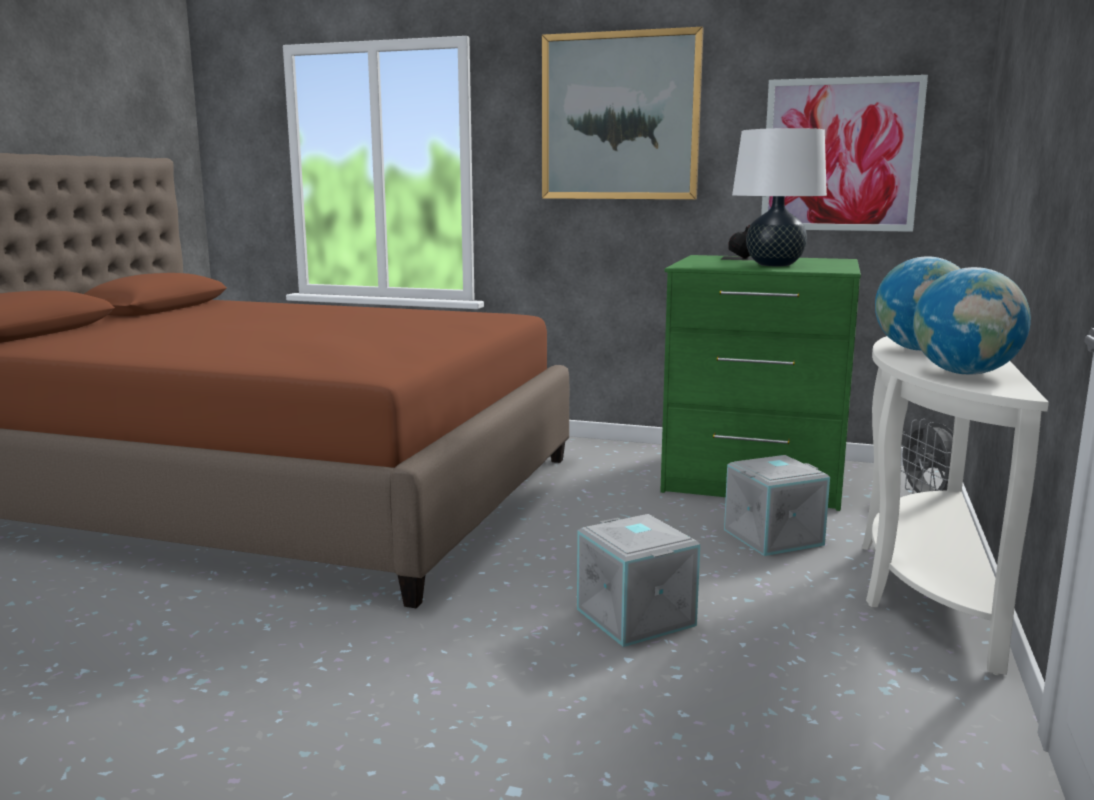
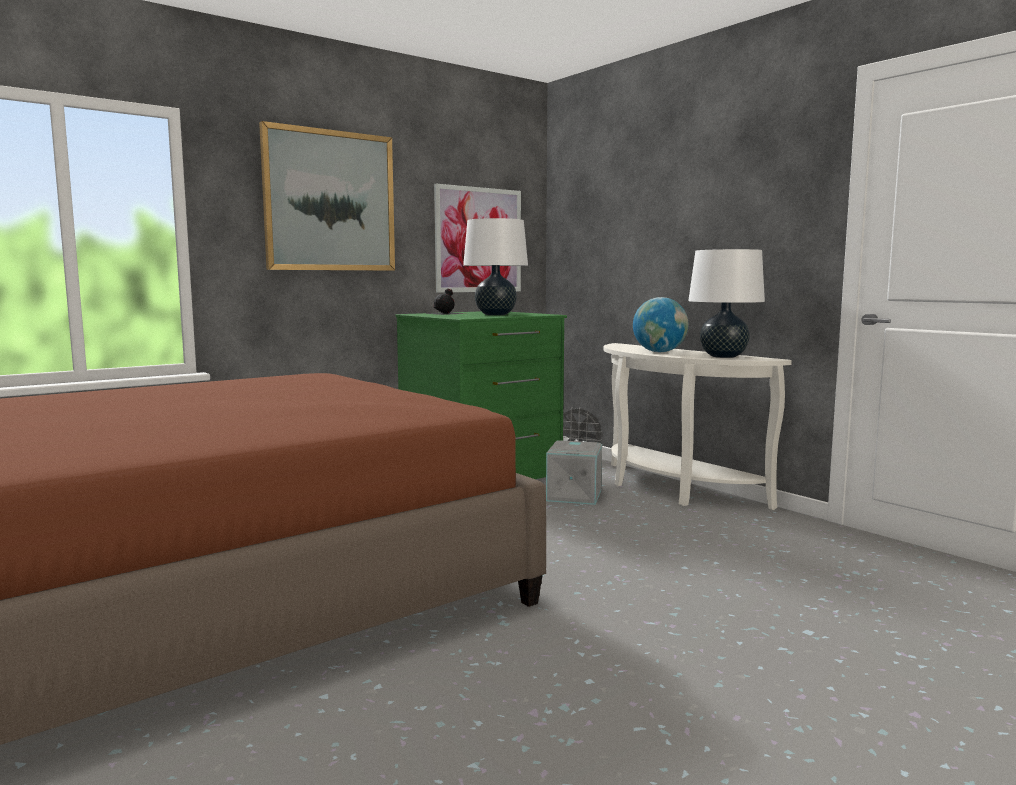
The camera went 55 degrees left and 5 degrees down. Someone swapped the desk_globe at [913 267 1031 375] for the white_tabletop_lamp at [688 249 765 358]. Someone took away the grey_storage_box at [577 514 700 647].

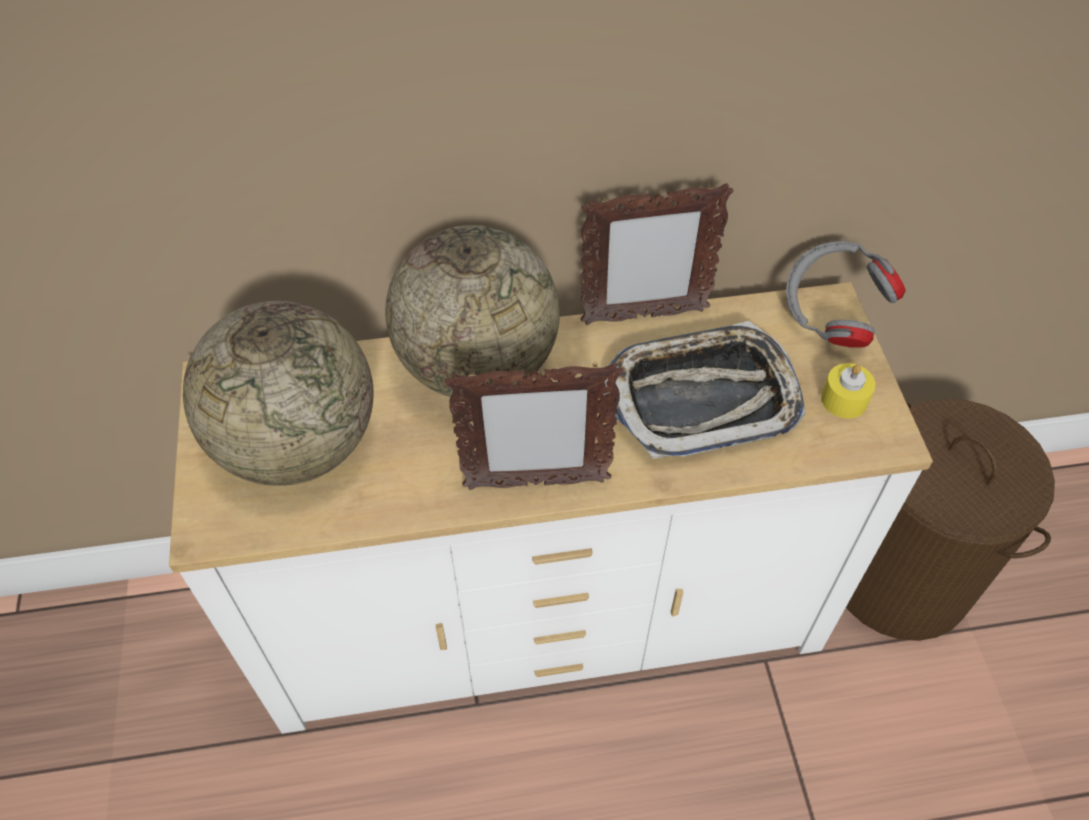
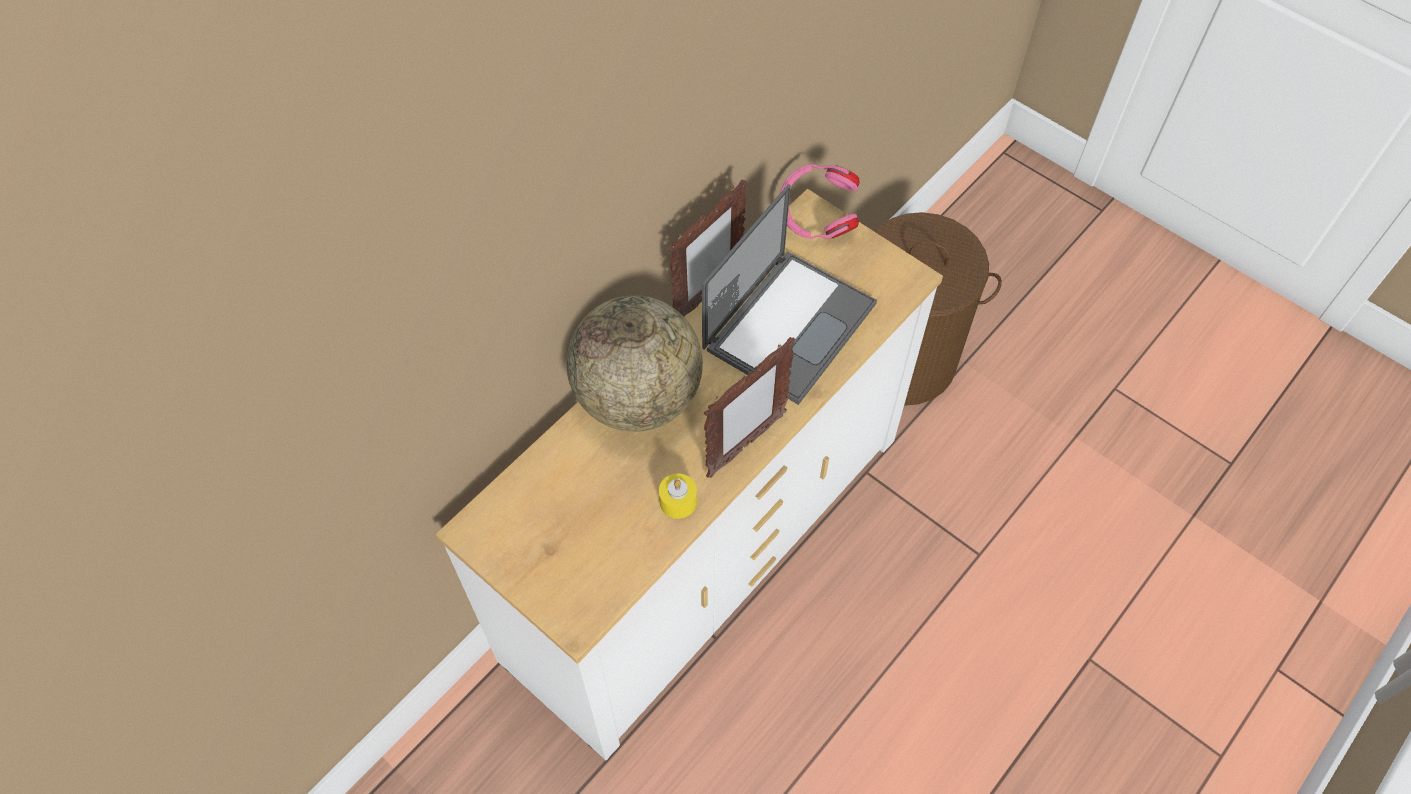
The camera went 40 degrees left and 5 degrees up. Someone carried the yellowish_wax_candle from [821 363 876 419] to [659 474 697 519]. Someone swapped the serving_tray at [604 321 805 459] for the laptop at [702 184 877 405]. Someone repainted the grey_headset at [786 241 906 348], which became the pink_headset at [780 164 860 239]. Someone took away the desk_globe at [183 301 374 486].

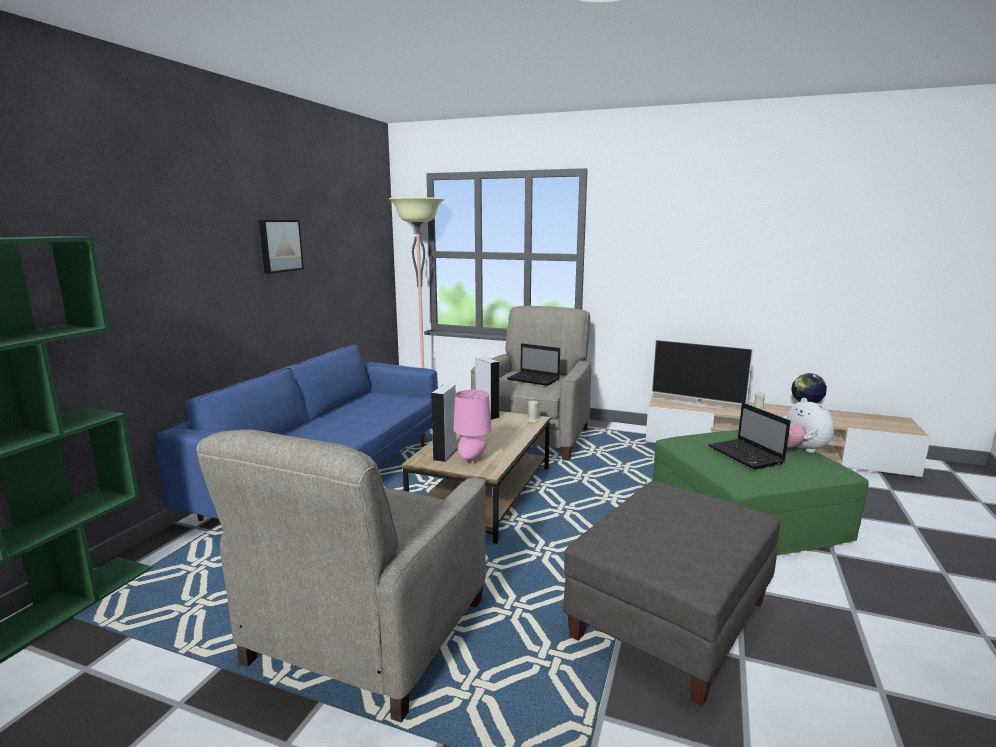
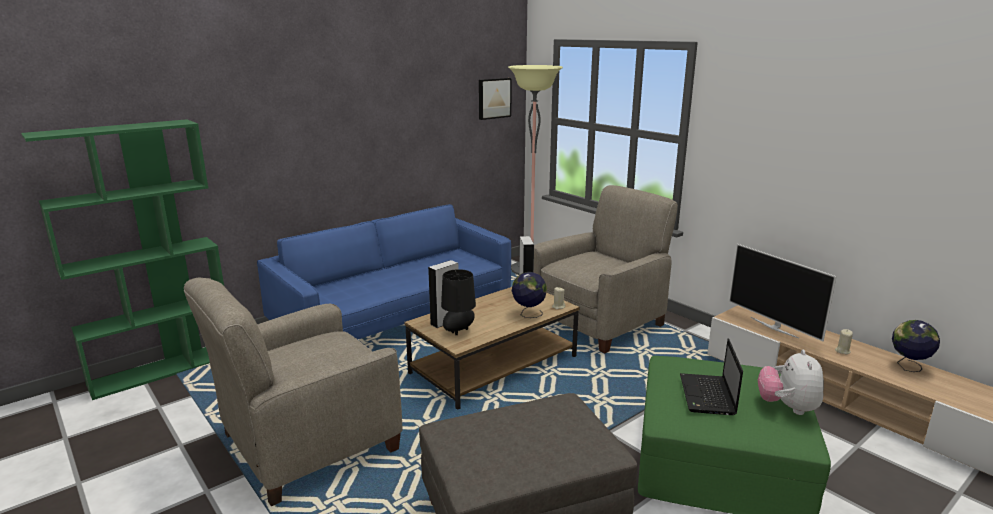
The camera went 30 degrees right and 5 degrees up. Someone repainted the pink_tabletop_lamp at [453 390 492 463], which became the black-coloured_tabletop_lamp at [441 269 476 335]. Someone carried the wall_art from [259 220 304 274] to [479 78 512 120]. Someone put down the desk_globe at [512 272 547 318]. Someone took away the laptop at [507 343 560 386].

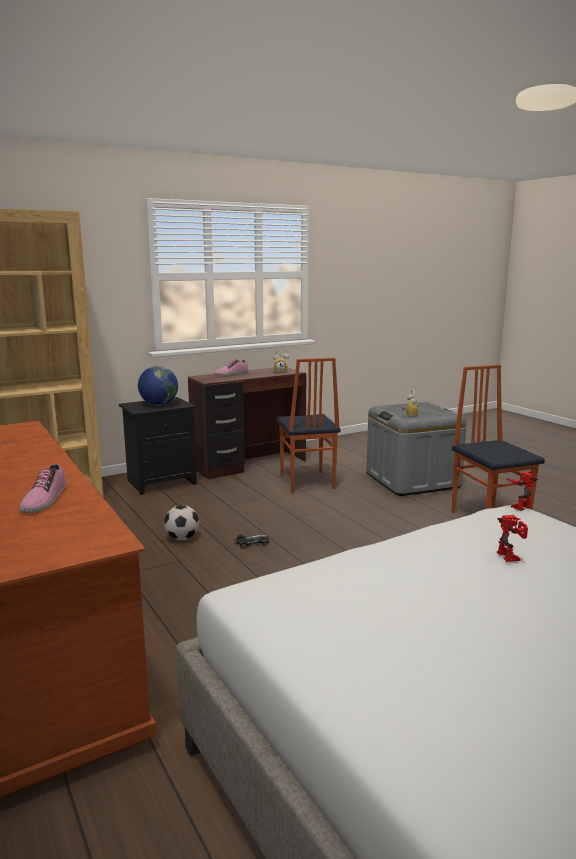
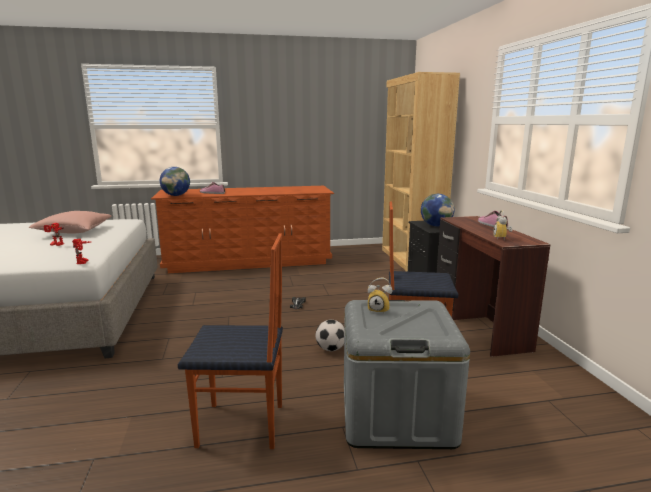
The camera went 110 degrees right and 0 degrees up. Someone put down the pink_throw_pillow at [29 211 111 233]. Someone put down the desk_globe at [160 167 190 196]. Someone carried the ball_for_football from [164 505 199 540] to [315 320 344 351].

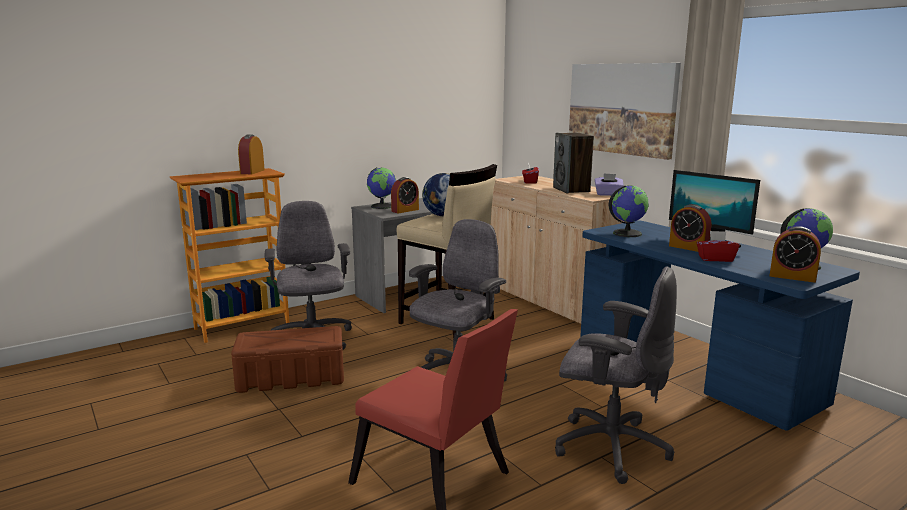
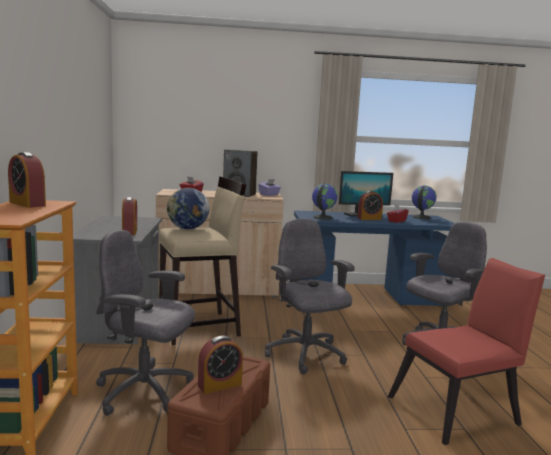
The camera went 60 degrees left and 5 degrees down. Someone carried the table_clock from [770 226 821 283] to [198 336 243 394]. Someone took away the desk_globe at [367 167 396 209]. Someone took away the wall_art at [569 63 681 160].

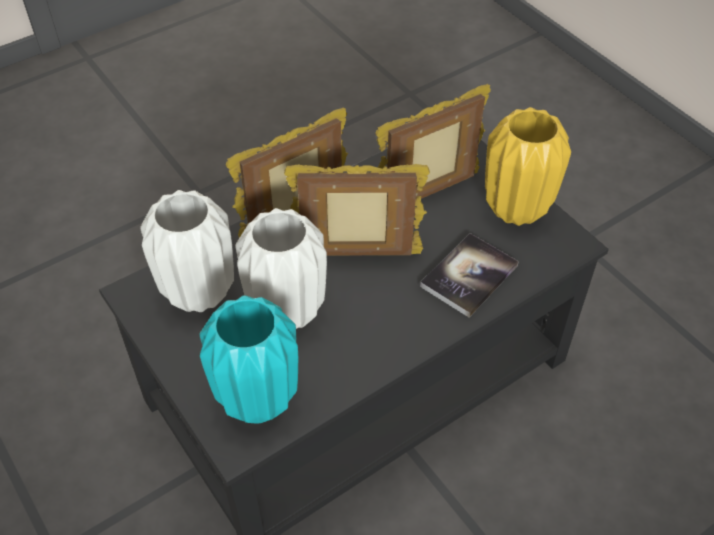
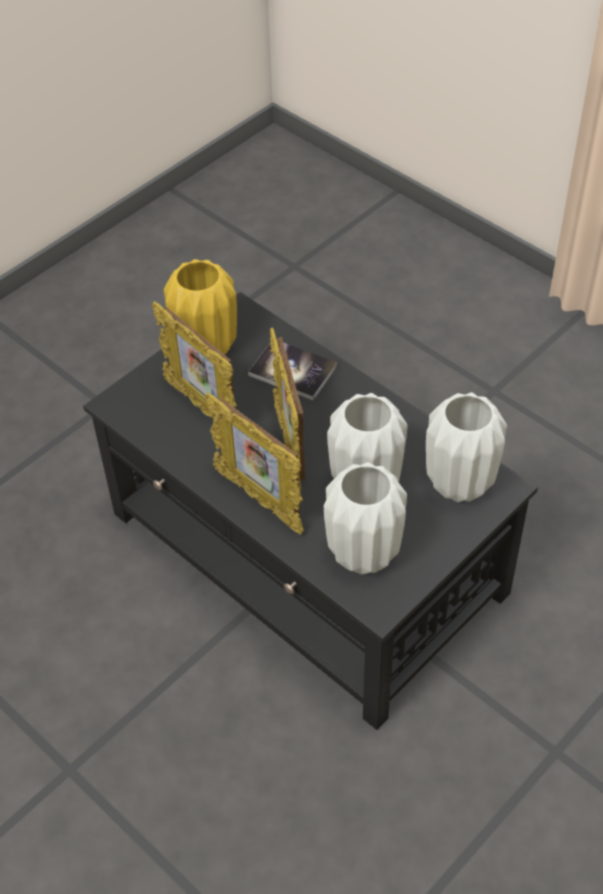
The camera went 100 degrees left and 0 degrees up. Someone repainted the turquoise-coloured_flower_vase at [199 295 298 424], which became the white_flower_vase at [426 392 507 502].

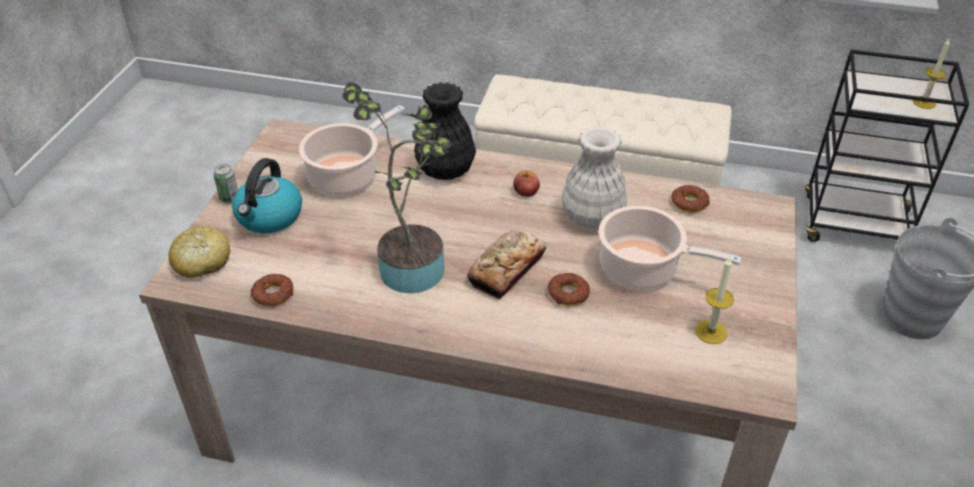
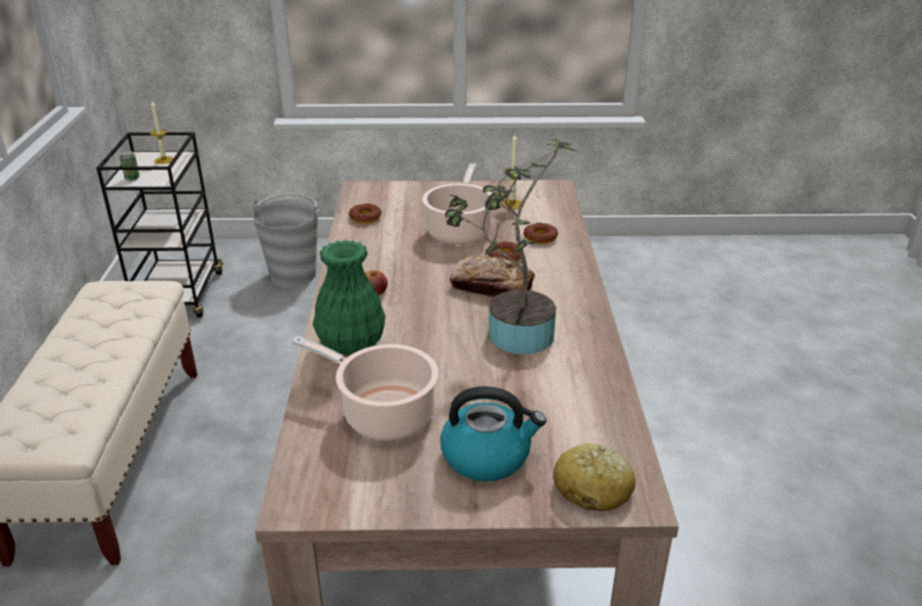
The camera went 105 degrees left and 10 degrees down. Someone carried the metal_can from [213 164 238 203] to [120 151 140 181]. Someone repainted the black-coloured_flower_vase at [414 82 476 180], which became the green_flower_vase at [313 240 385 355]. Someone carried the ring_doughnut from [251 274 293 307] to [523 223 558 244]. Someone took away the white_flower_vase at [561 126 627 229].

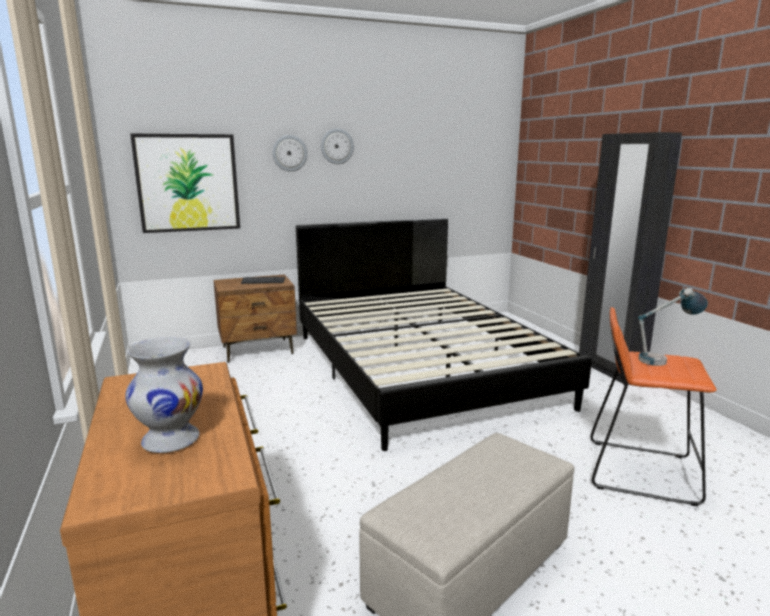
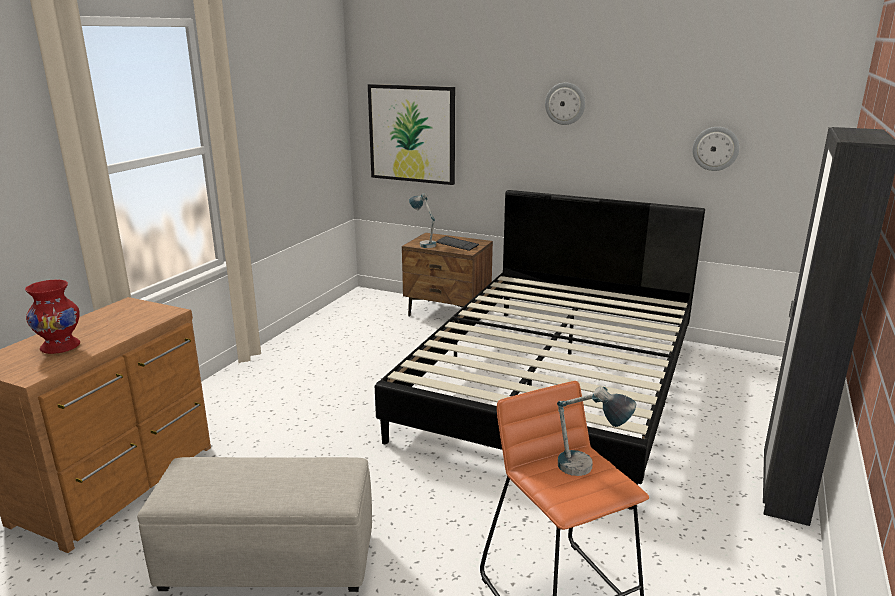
The camera went 45 degrees right and 5 degrees up. Someone repainted the white_flower_vase at [125 337 203 453], which became the reddish_flower_vase at [25 280 80 354]. Someone put down the tabletop_lamp at [409 193 436 248]. Someone carried the wall_clock from [272 135 308 172] to [692 127 740 171].

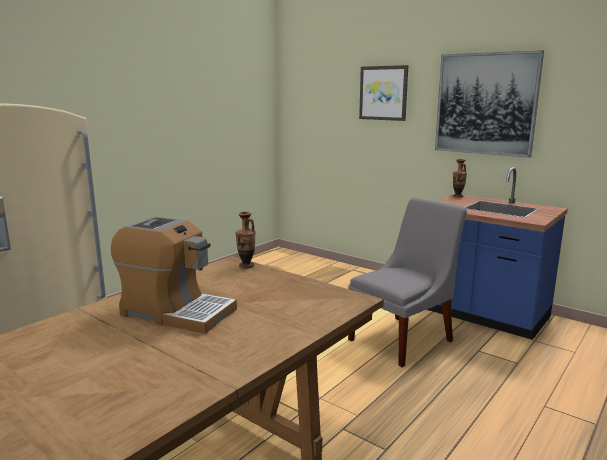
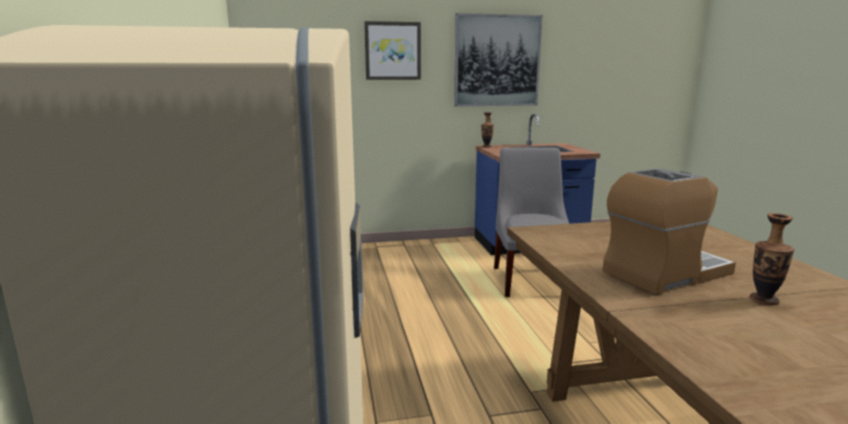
The camera went 50 degrees left and 0 degrees up. Someone carried the flower_vase from [235 212 256 268] to [750 213 794 305].

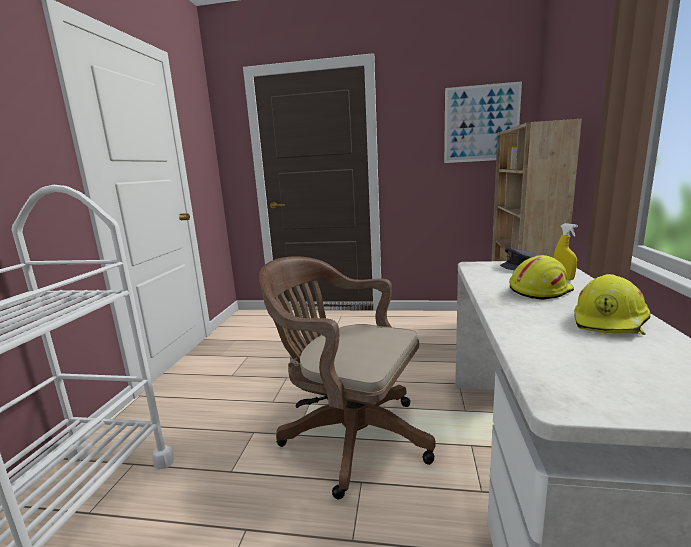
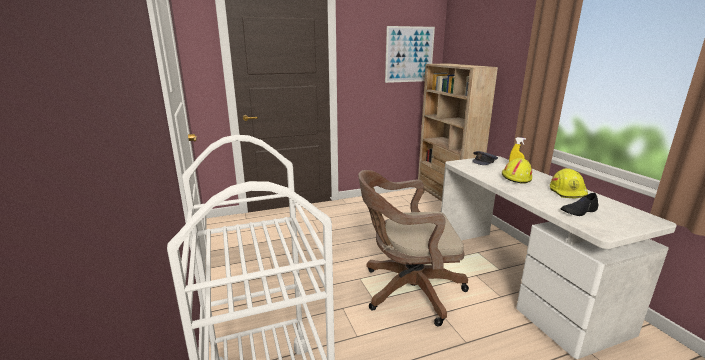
The camera went 30 degrees left and 5 degrees up. Someone put down the black-coloured_low_shoe at [560 193 599 216].

